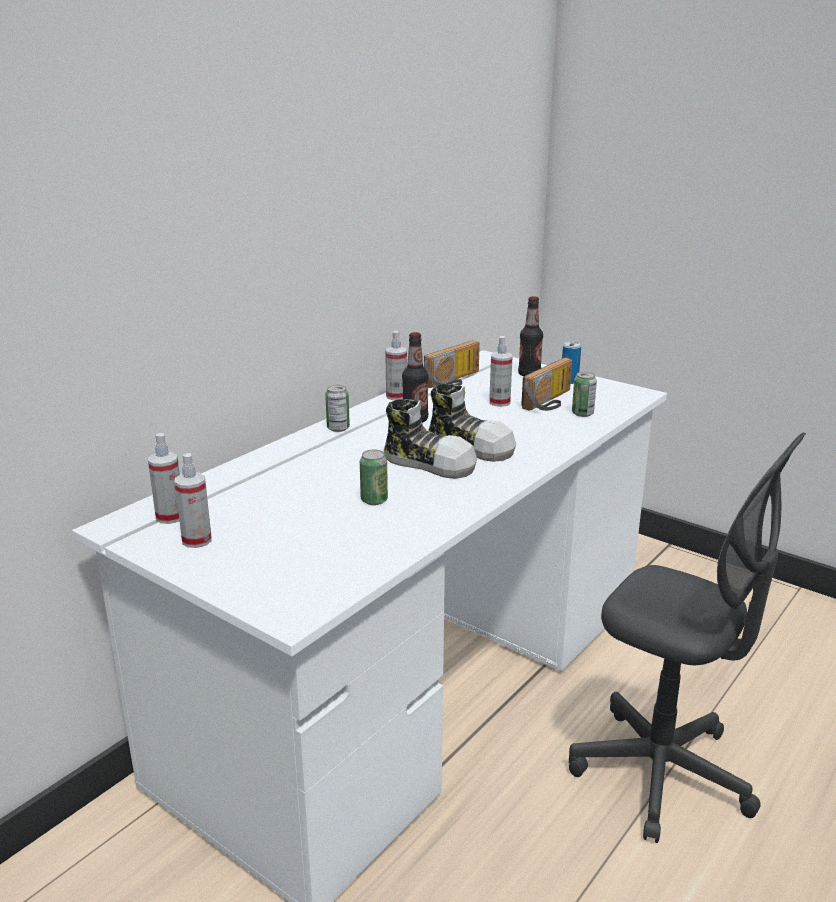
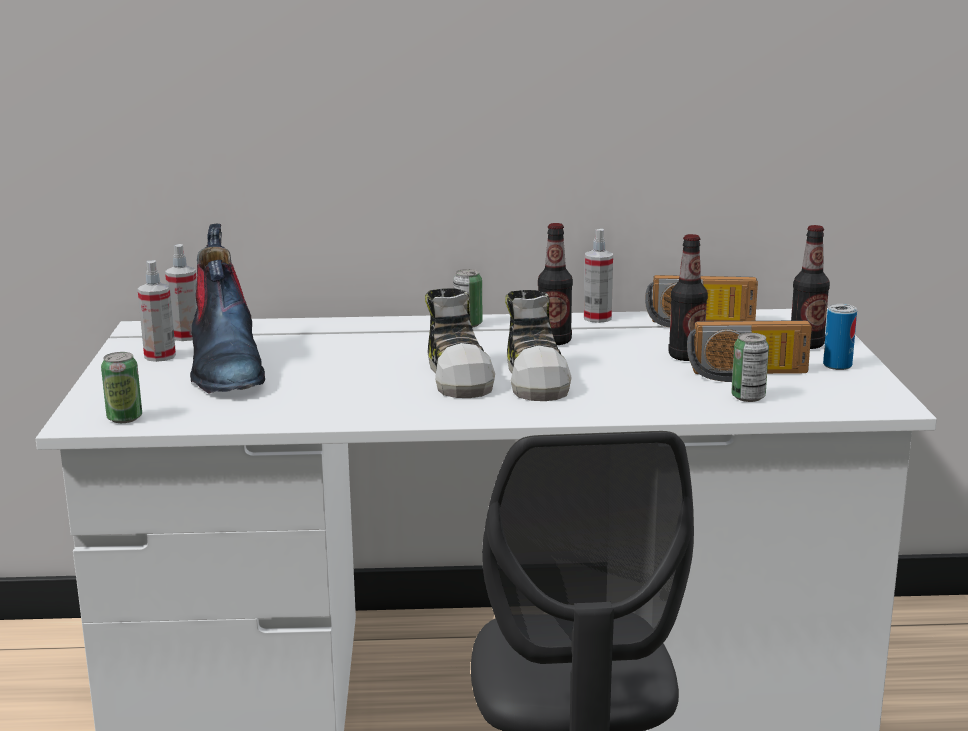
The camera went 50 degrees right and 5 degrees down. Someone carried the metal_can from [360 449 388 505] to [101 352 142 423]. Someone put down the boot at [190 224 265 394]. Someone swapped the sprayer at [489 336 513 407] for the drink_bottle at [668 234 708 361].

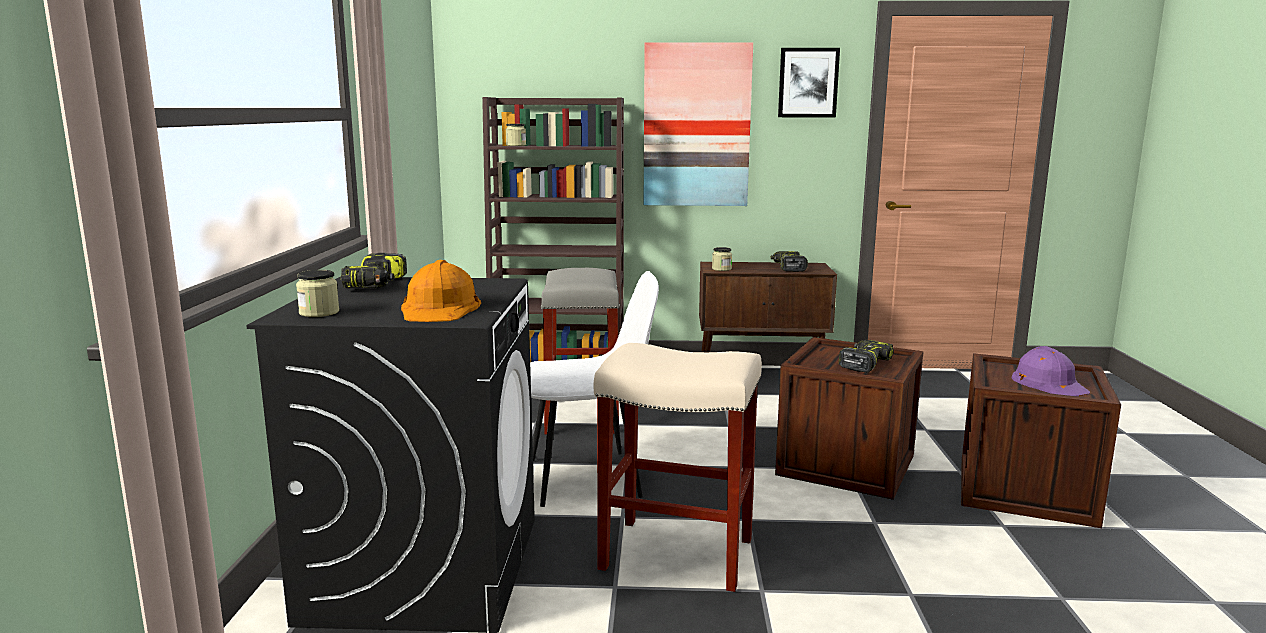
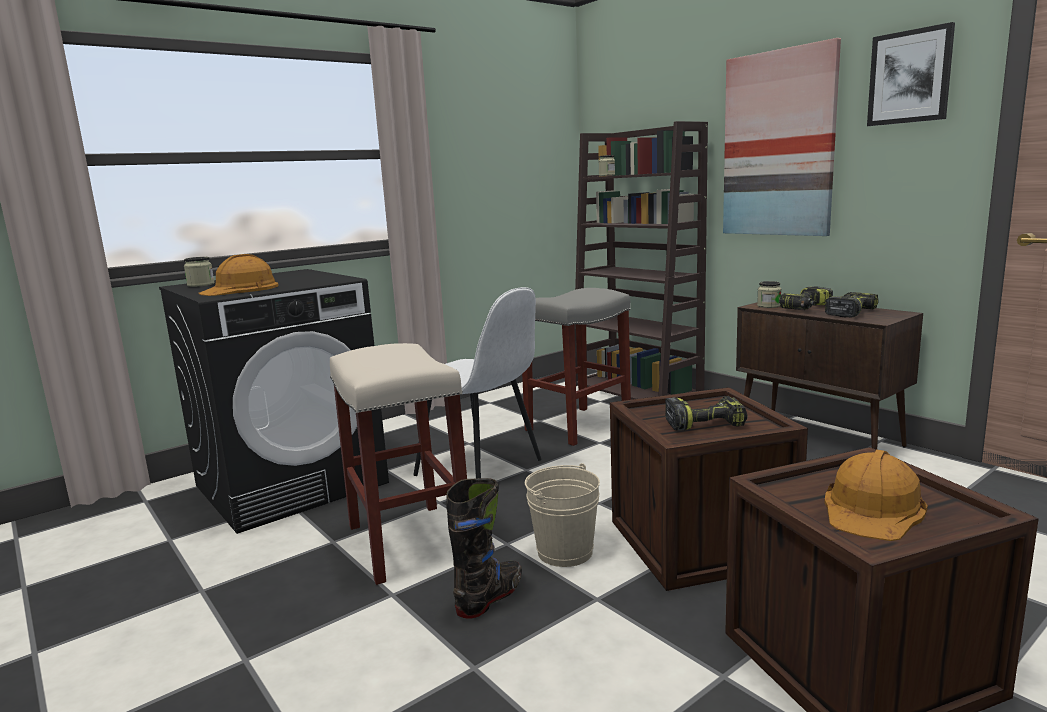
The camera went 50 degrees right and 0 degrees up. Someone put down the black-coloured_boot at [446 478 522 619]. Someone put down the sand-coloured_bucket at [525 463 600 567]. Someone carried the power_drill from [341 253 407 288] to [779 286 833 310]. Someone repainted the purple-coloured_work_helmet at [1012 346 1090 396], which became the orangey_work_helmet at [824 450 928 541].

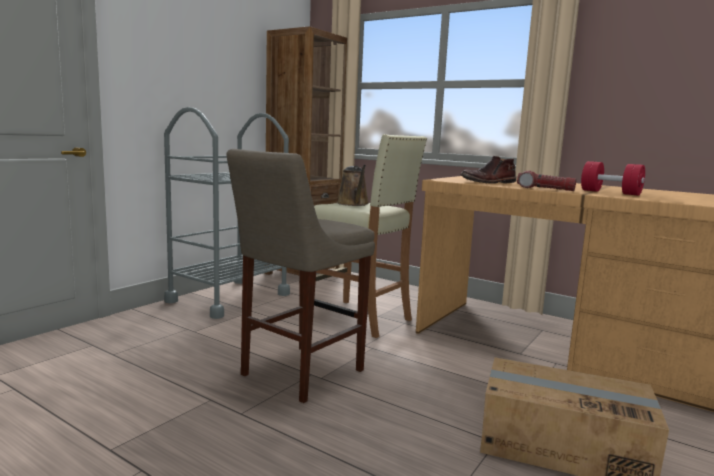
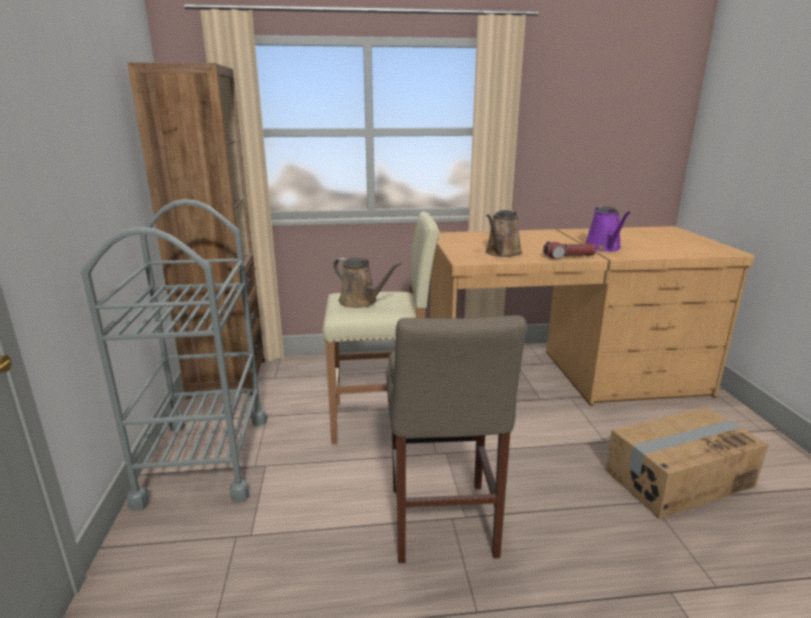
The camera went 40 degrees left and 10 degrees up. Someone swapped the brown_boot at [460 156 517 184] for the brown_watering_can at [485 210 522 257]. Someone swapped the reddish_hand_weight at [581 161 645 196] for the purple-coloured_watering_can at [585 206 631 252].

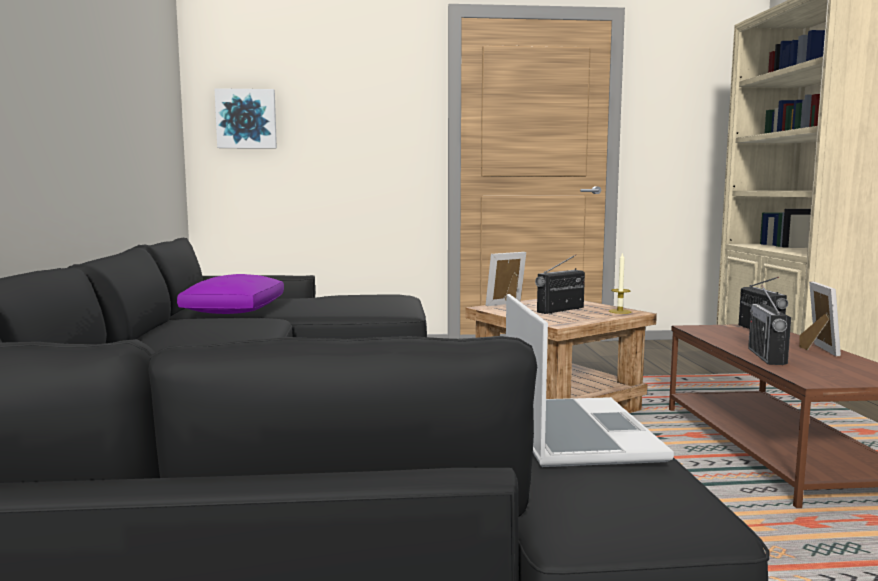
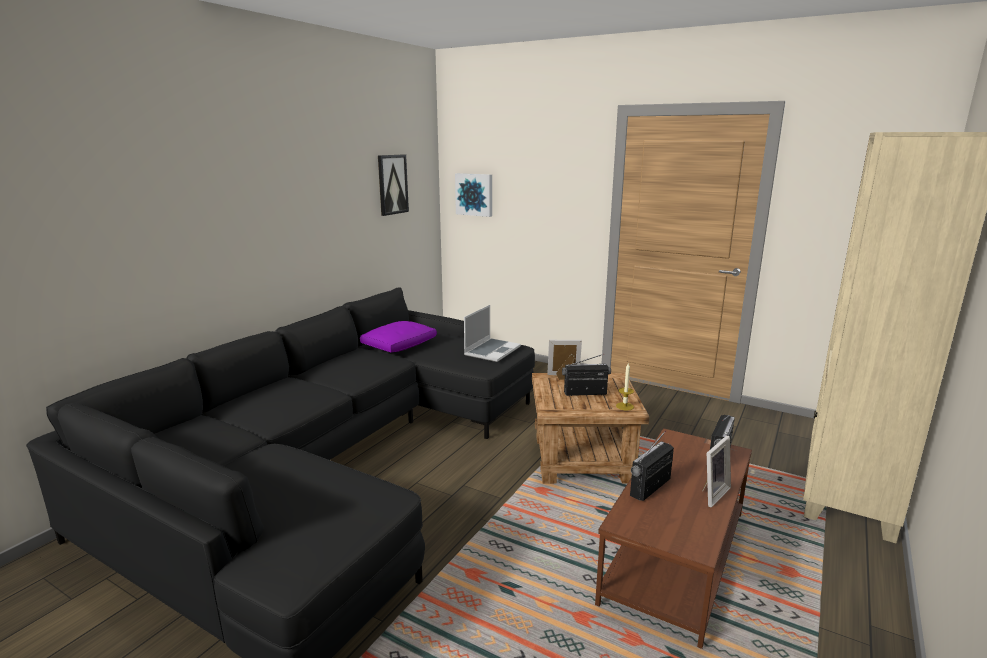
The camera went 35 degrees right and 10 degrees up. Someone put up the wall_art at [378 154 409 216]. Someone carried the laptop from [506 294 674 467] to [464 305 521 362].

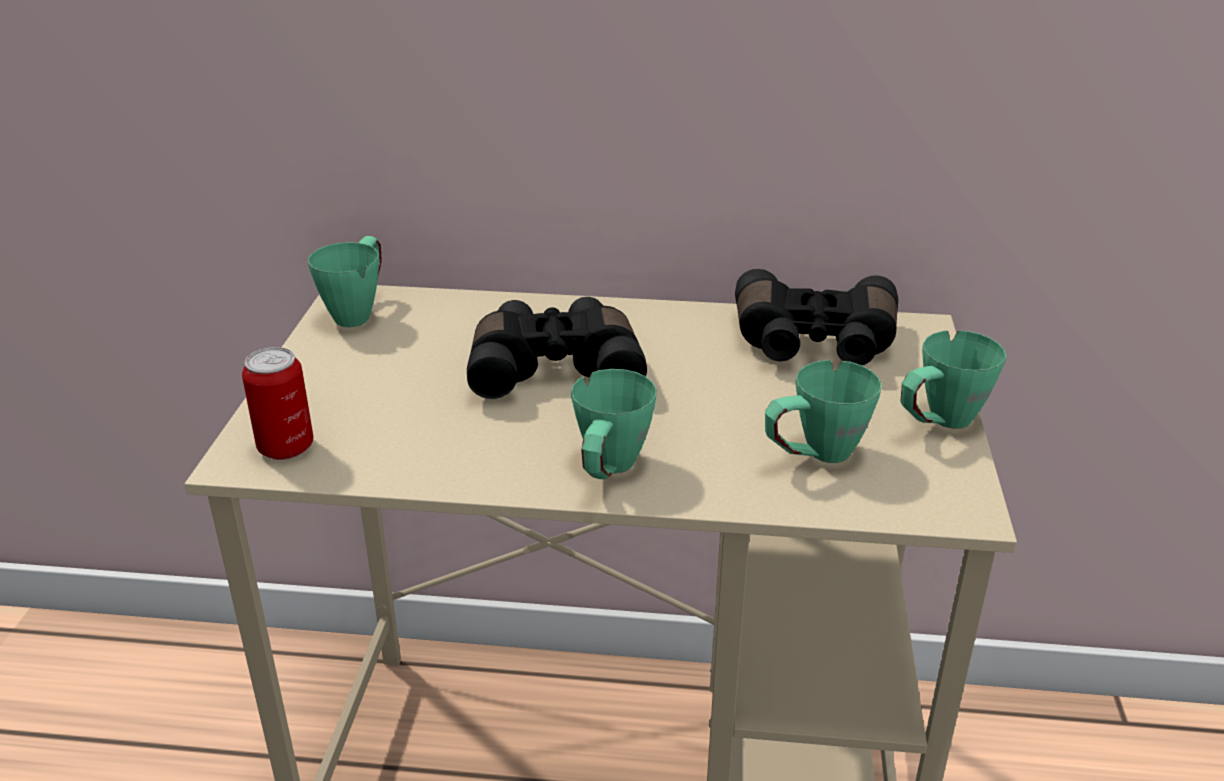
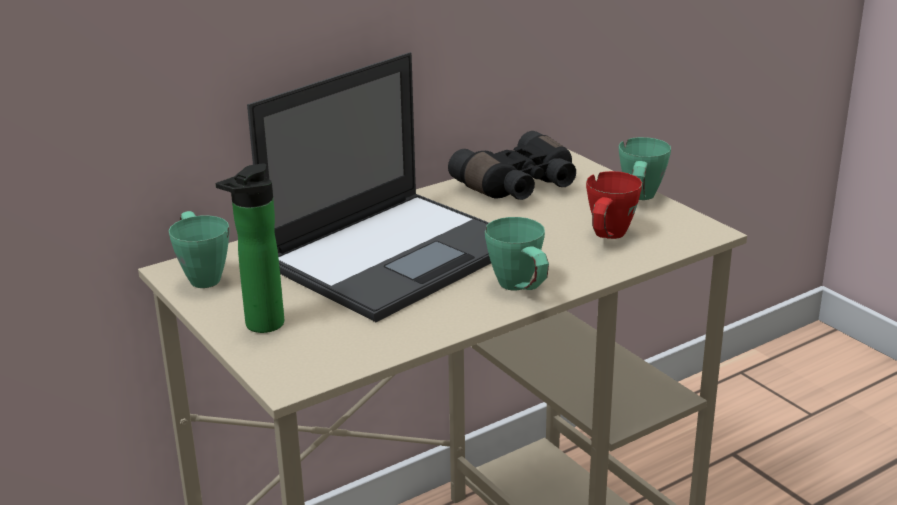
The camera went 40 degrees left and 5 degrees down. Someone put down the drink_bottle at [215 164 284 333]. Someone swapped the black-coloured_pair_of_binoculars at [467 297 647 399] for the laptop at [247 52 491 322]. Someone repainted the green_tea_mug at [765 360 882 463], which became the reddish_tea_mug at [586 171 642 239]. Someone took away the metal_can at [242 347 313 460].

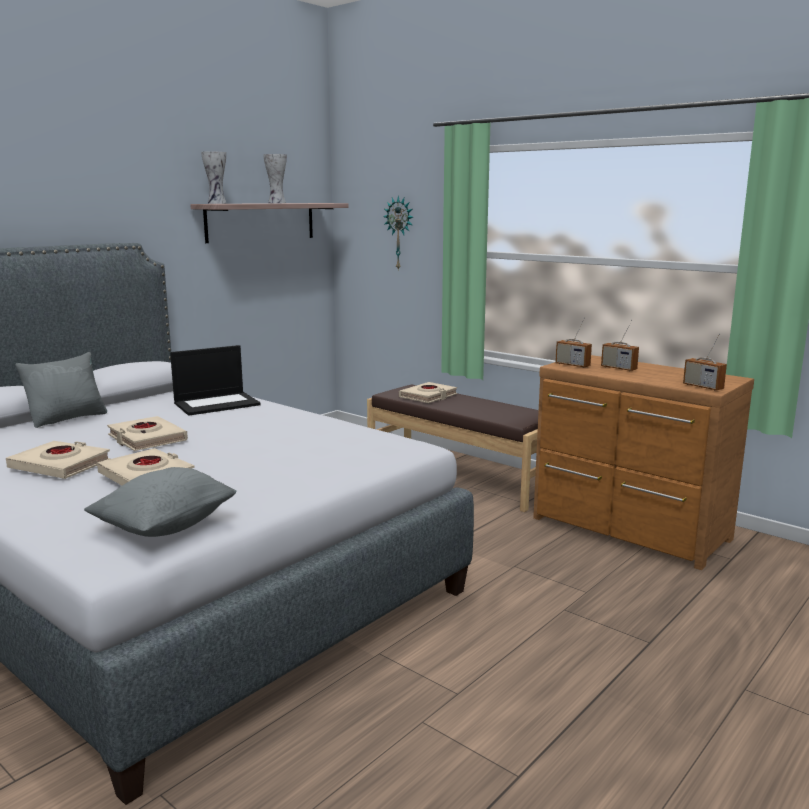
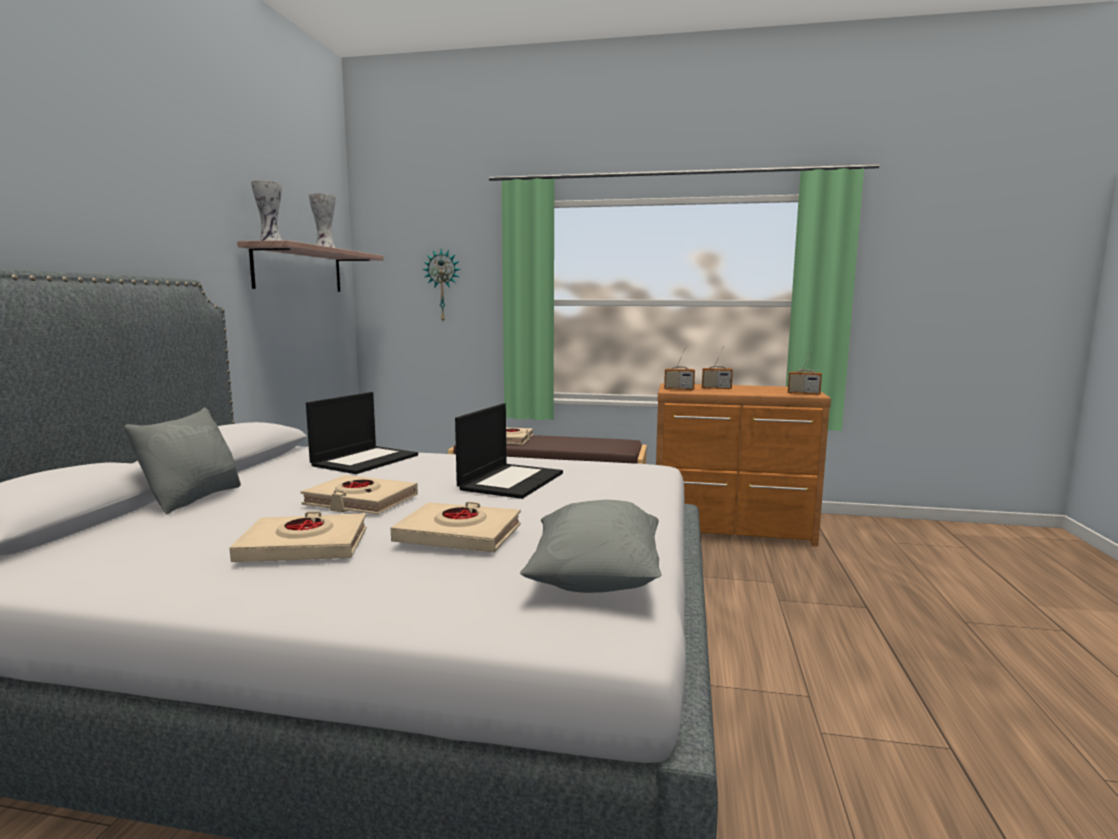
The camera went 30 degrees left and 5 degrees down. Someone put down the laptop at [455 403 563 499].

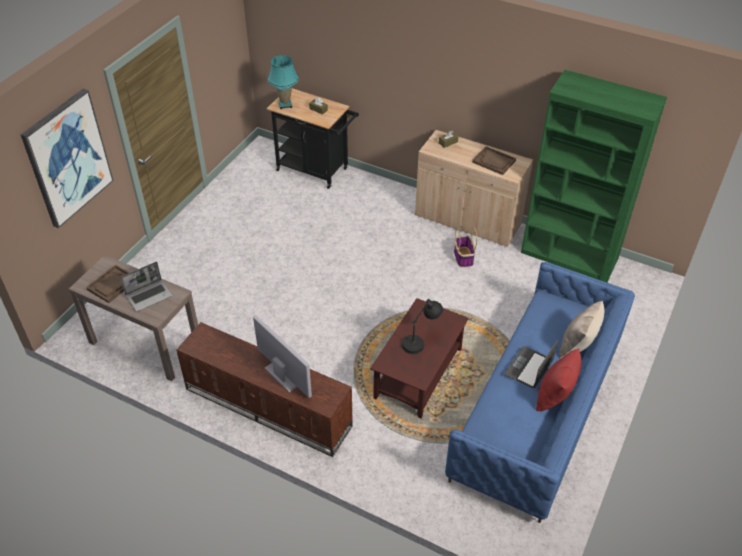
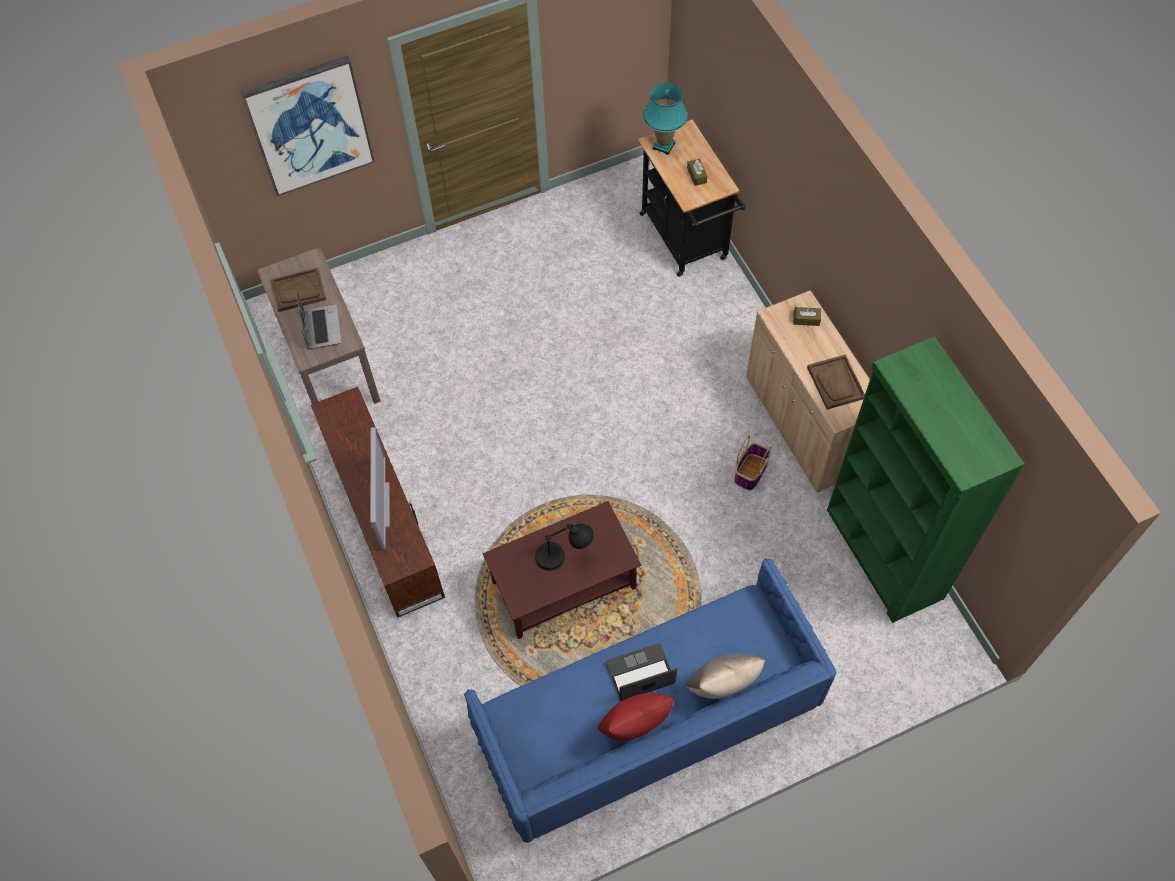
The camera went 40 degrees right and 15 degrees up. Someone rotated the laptop at [120 262 173 312] by 105 degrees counterclockwise.

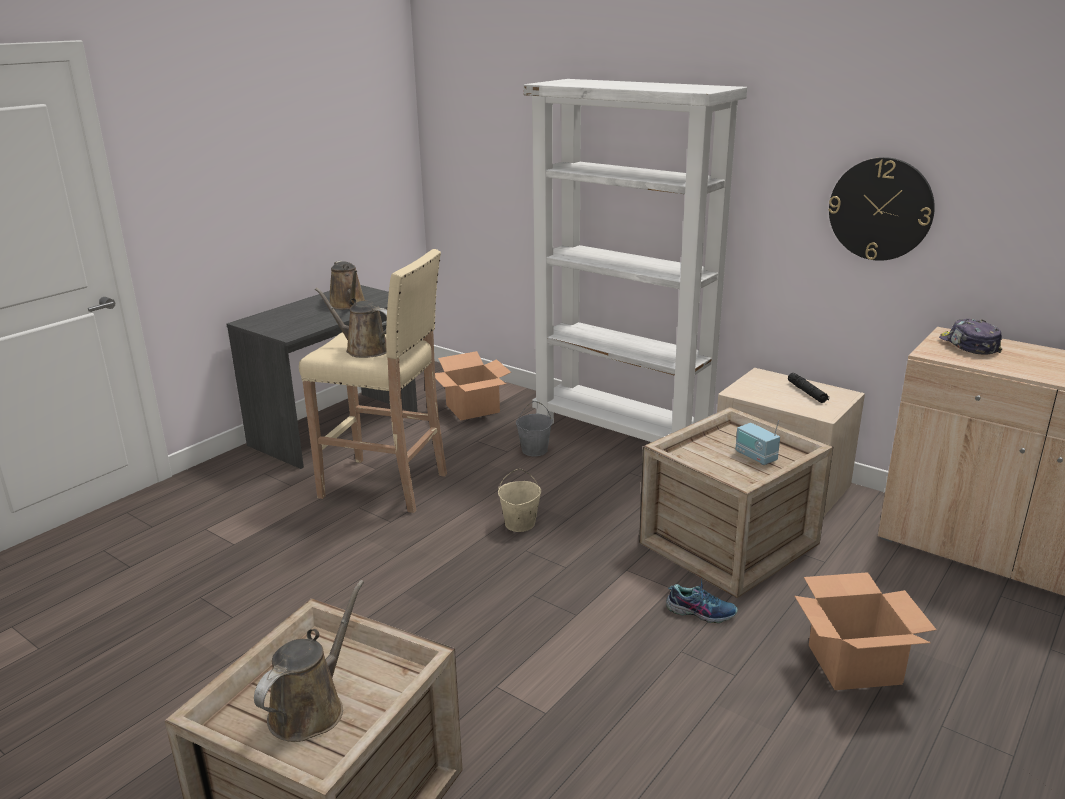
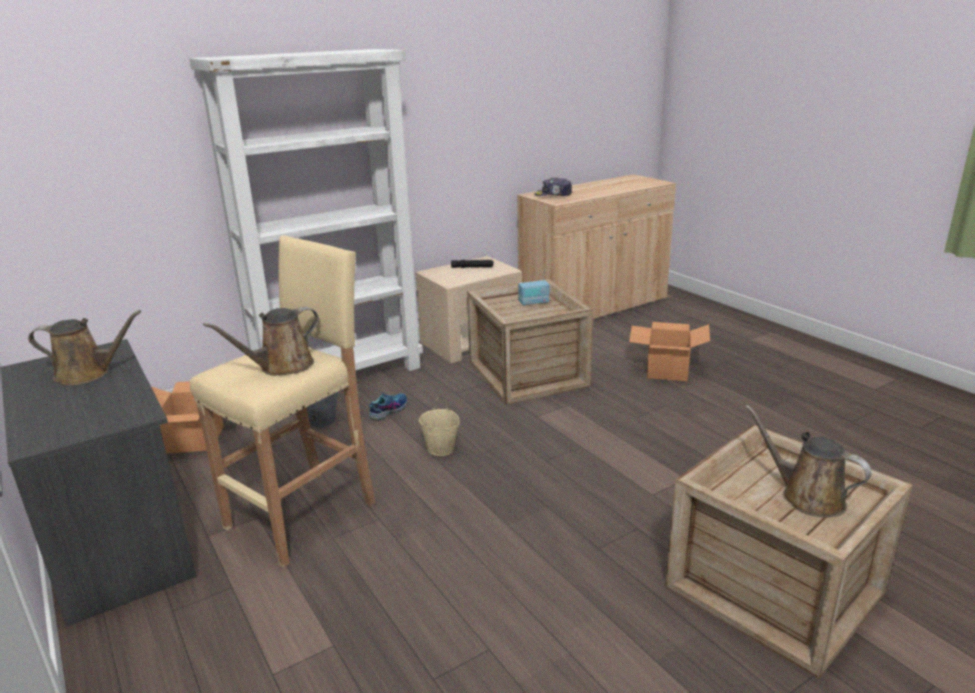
The camera went 70 degrees left and 0 degrees up. Someone carried the low_shoe from [666 578 738 623] to [369 390 407 421]. Someone took away the wall_clock at [829 157 935 261].

